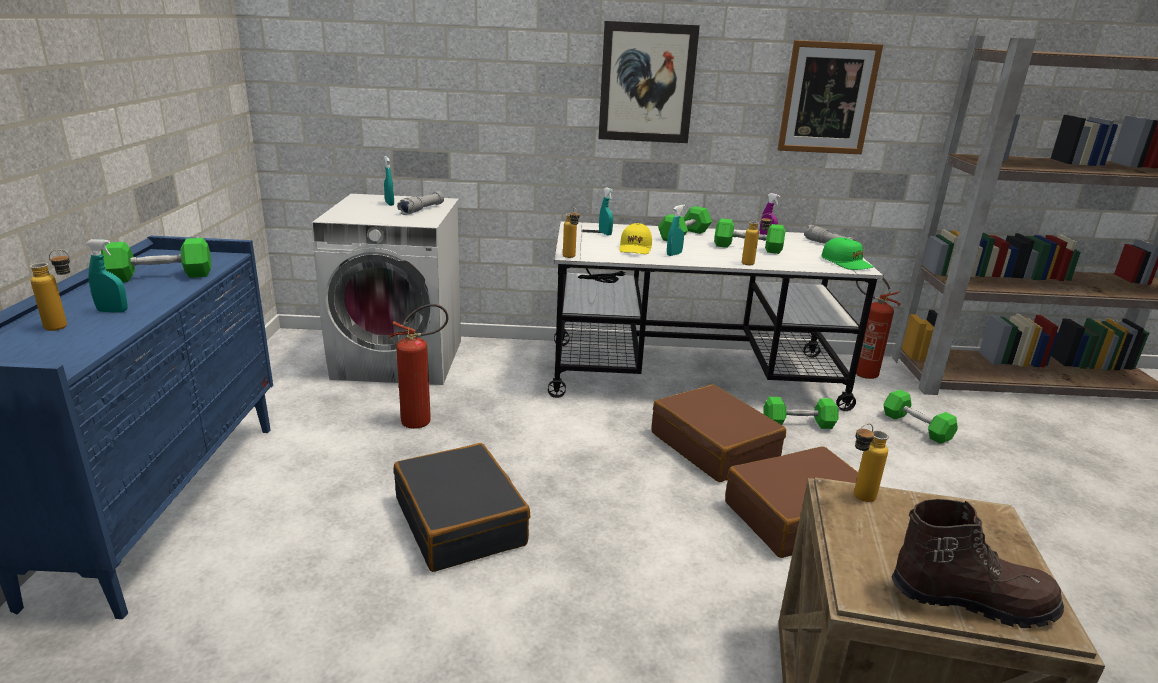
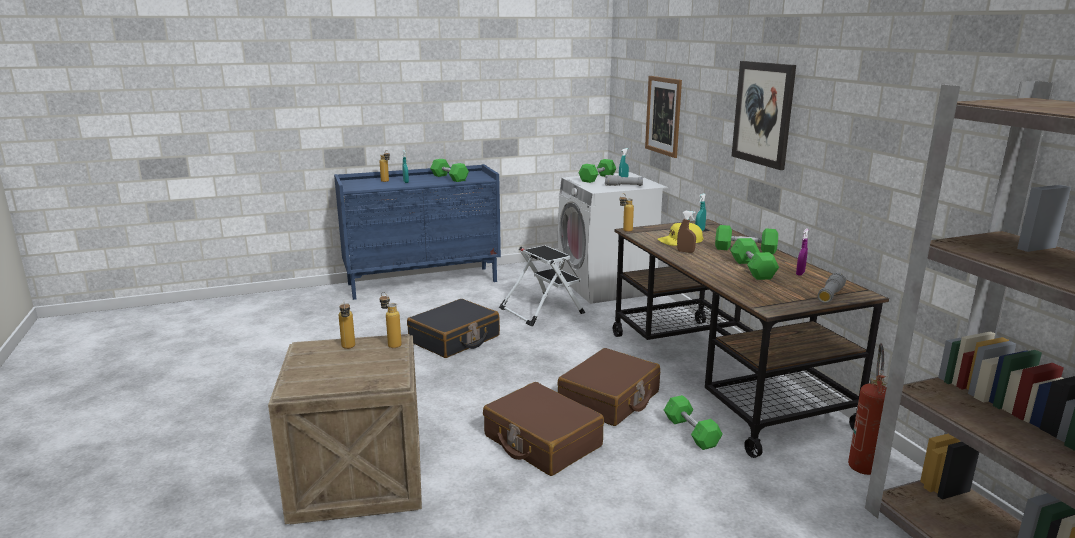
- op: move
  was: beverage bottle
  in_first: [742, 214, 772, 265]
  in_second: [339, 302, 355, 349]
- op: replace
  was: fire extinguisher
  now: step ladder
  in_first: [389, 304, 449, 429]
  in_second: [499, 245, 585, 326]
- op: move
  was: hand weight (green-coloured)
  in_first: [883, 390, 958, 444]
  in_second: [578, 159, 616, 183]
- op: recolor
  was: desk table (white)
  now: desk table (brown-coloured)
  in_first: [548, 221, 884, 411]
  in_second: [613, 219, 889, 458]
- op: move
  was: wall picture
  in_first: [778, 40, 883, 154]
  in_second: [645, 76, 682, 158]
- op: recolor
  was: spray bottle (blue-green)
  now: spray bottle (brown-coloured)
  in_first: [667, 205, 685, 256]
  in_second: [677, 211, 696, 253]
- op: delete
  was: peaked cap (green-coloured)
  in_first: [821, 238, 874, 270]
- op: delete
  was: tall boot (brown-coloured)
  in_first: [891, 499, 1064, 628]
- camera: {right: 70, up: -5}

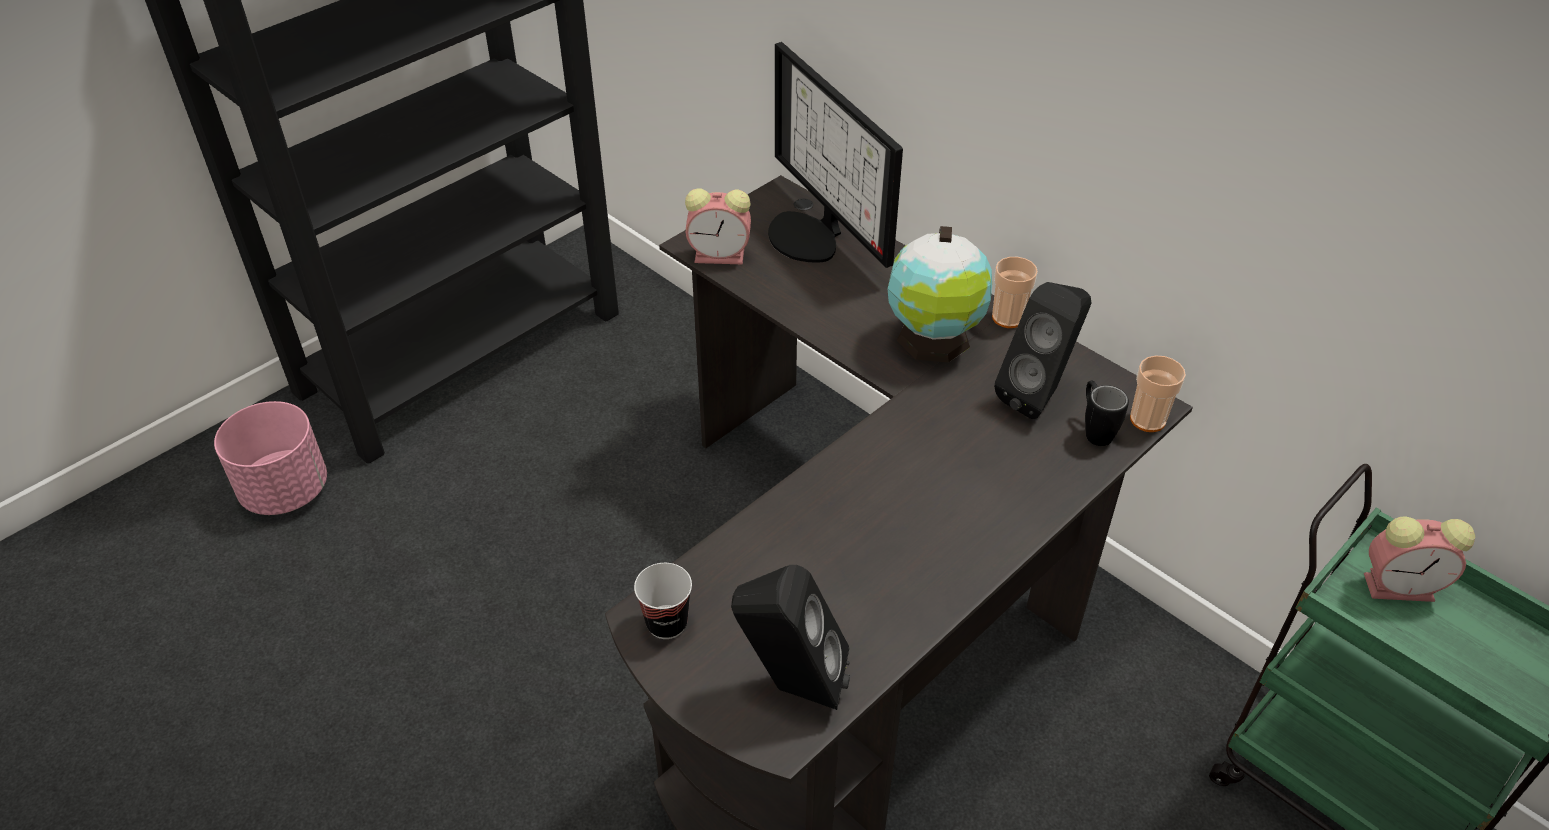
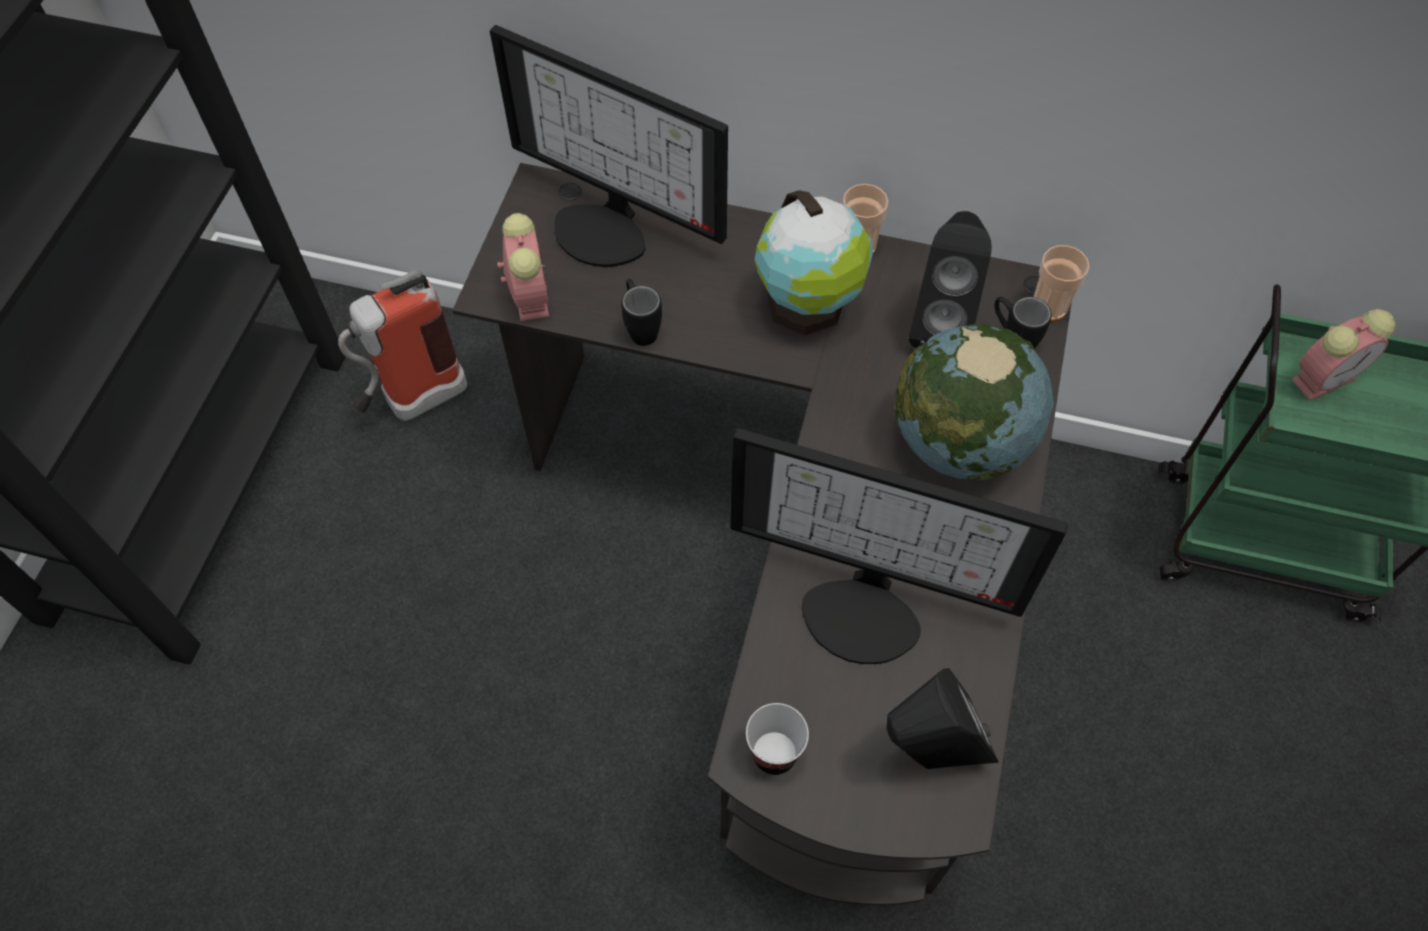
- op: insert
  now: fire extinguisher
  in_second: [338, 270, 467, 421]
- op: rotate
  was: alarm clock
  in_first: [685, 188, 751, 264]
  in_second: [497, 213, 549, 321]
  clockwise: -75
- op: insert
  now: mug (black)
  in_second: [621, 279, 662, 346]
- op: insert
  now: computer display
  in_second: [730, 428, 1068, 664]
- op: insert
  now: world globe
  in_second: [895, 324, 1054, 480]
- op: delete
  was: plant pot (pinkish)
  in_first: [214, 401, 327, 515]
- camera: {right: -30, up: 15}

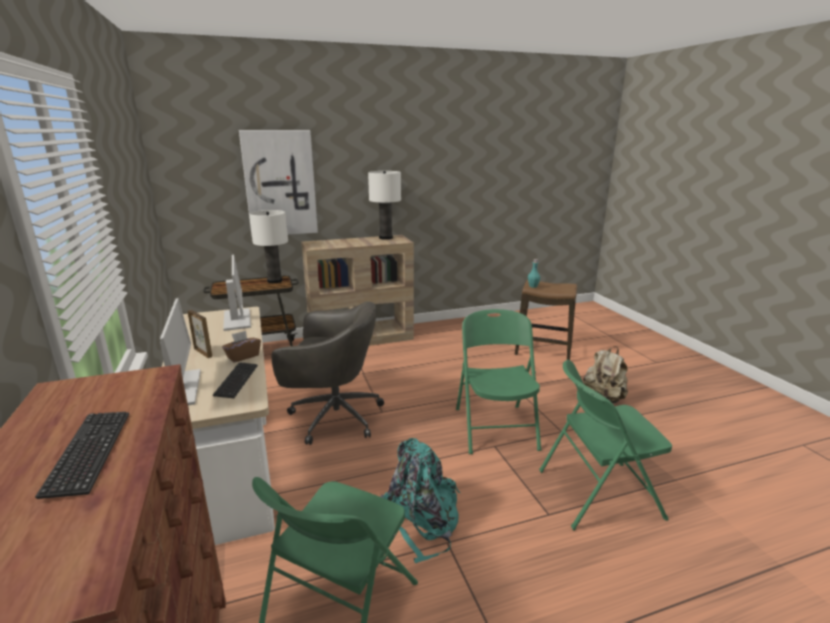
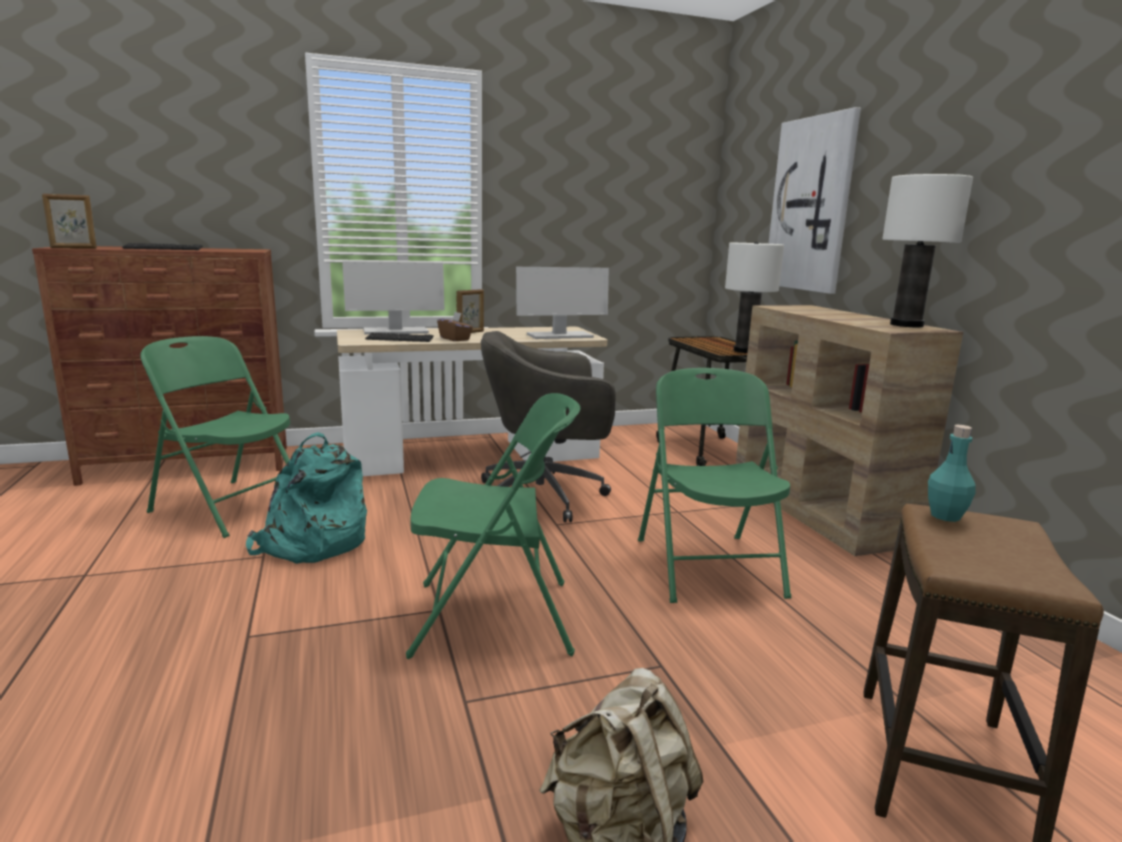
- op: insert
  now: picture frame
  in_second: [42, 194, 97, 249]
- op: rotate
  was: desk chair (grey)
  in_first: [271, 301, 384, 445]
  in_second: [481, 331, 616, 522]
  clockwise: 75
- op: move
  was: upright chair (green-coloured)
  in_first: [539, 360, 672, 531]
  in_second: [638, 368, 792, 603]
- camera: {right: 90, up: -5}

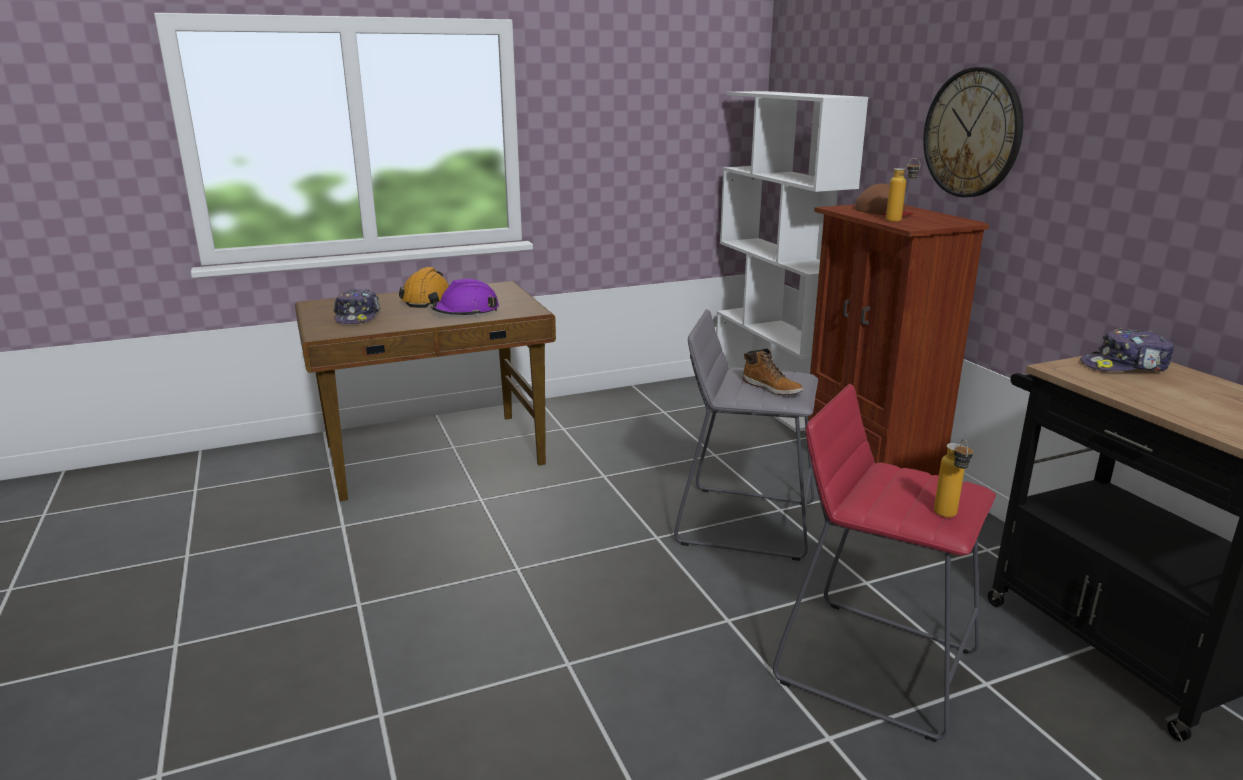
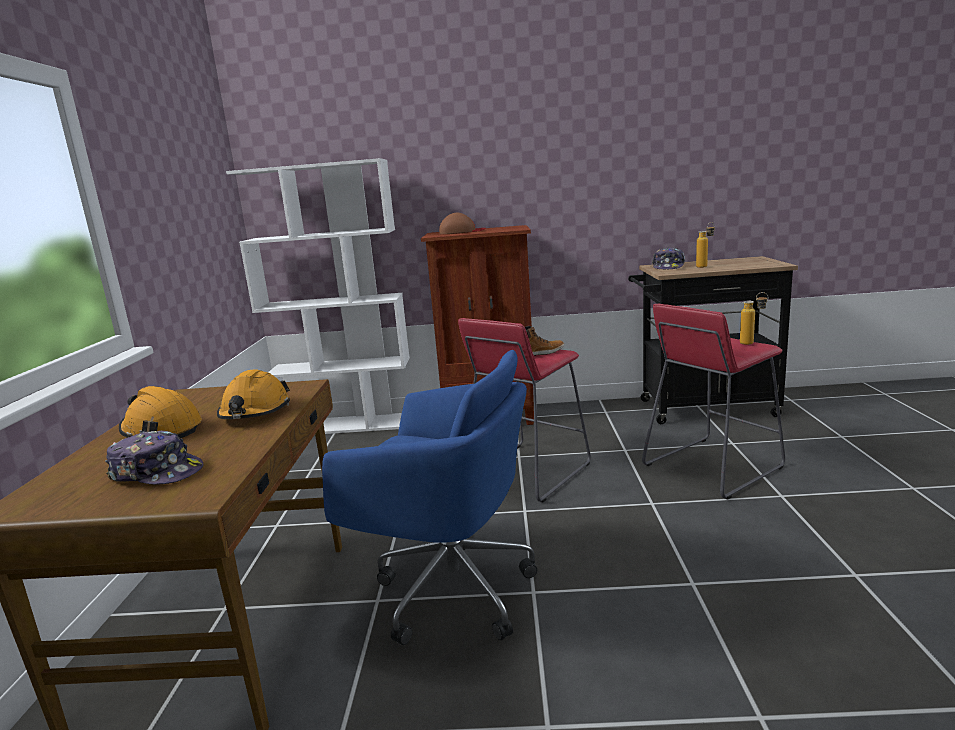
- op: recolor
  was: hard hat (purple)
  now: hard hat (orange)
  in_first: [428, 279, 499, 316]
  in_second: [217, 369, 290, 419]
- op: insert
  now: desk chair (bluish)
  in_second: [322, 350, 537, 645]
- op: recolor
  was: sitting stool (grey)
  now: sitting stool (red-coloured)
  in_first: [674, 309, 818, 561]
  in_second: [458, 318, 591, 502]
- op: move
  was: beverage bottle
  in_first: [886, 158, 920, 222]
  in_second: [696, 222, 715, 268]
- op: delete
  was: wall clock
  in_first: [923, 67, 1023, 197]
- camera: {right: -65, up: -5}

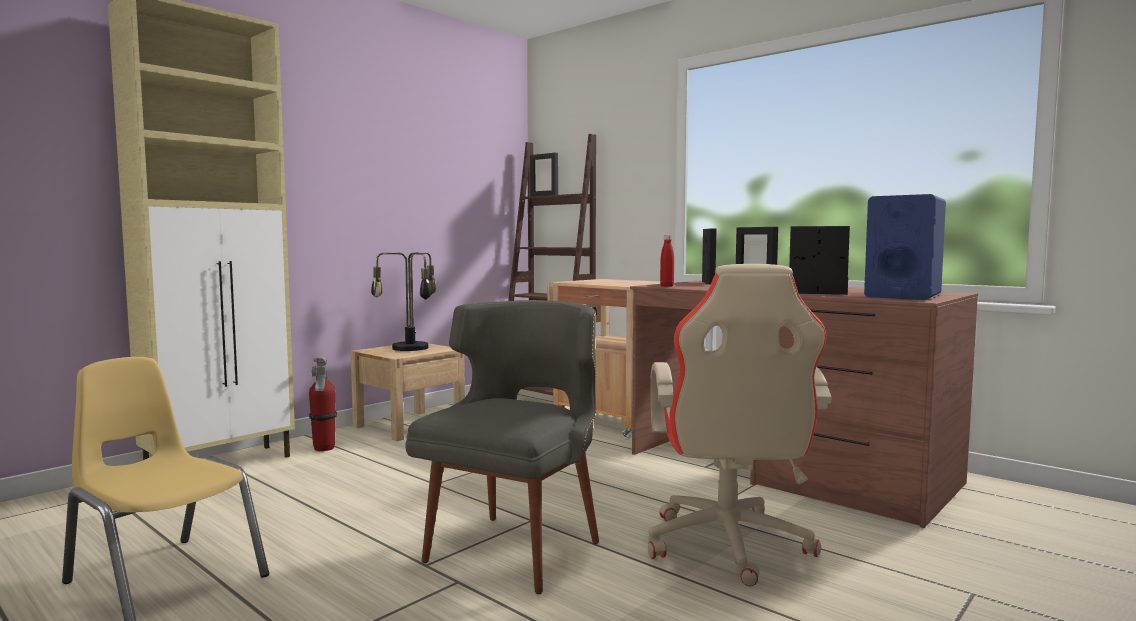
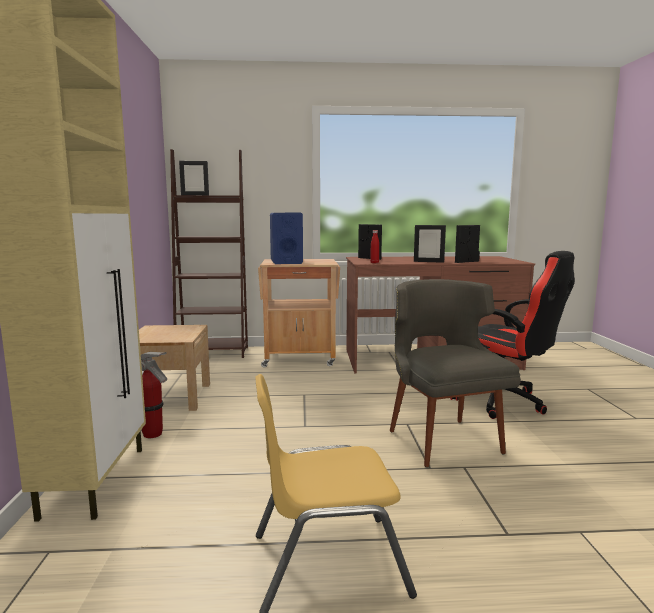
- op: move
  was: loudspeaker (bluish)
  in_first: [864, 194, 946, 300]
  in_second: [270, 213, 303, 264]
- op: recolor
  was: desk chair (sand-coloured)
  now: desk chair (black)
  in_first: [648, 264, 831, 586]
  in_second: [450, 251, 575, 419]
- op: delete
  was: tabletop lamp
  in_first: [371, 252, 436, 351]
- camera: {right: -45, up: 5}

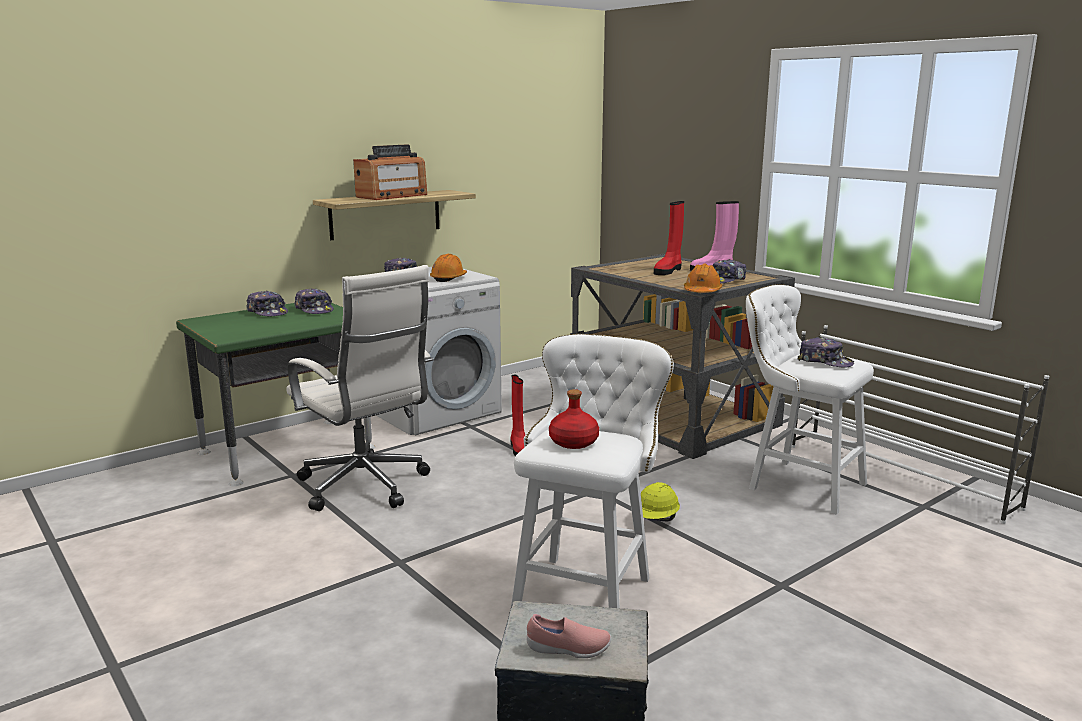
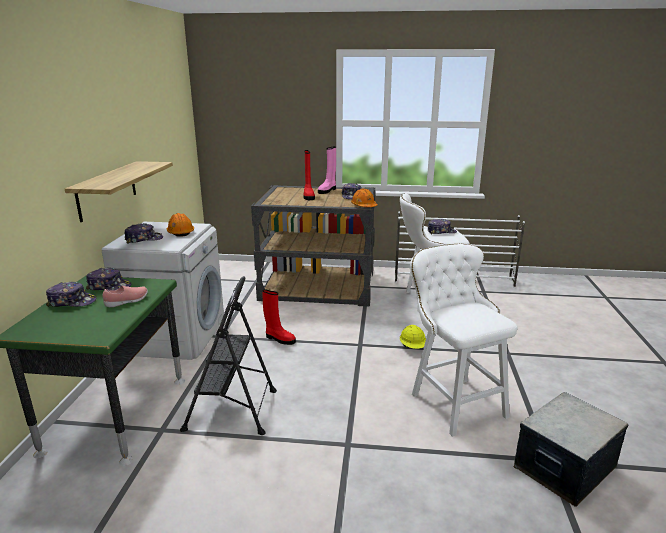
- op: move
  was: item of footwear (pinkish)
  in_first: [527, 614, 611, 658]
  in_second: [102, 286, 148, 307]
- op: replace
  was: desk chair (white)
  now: step ladder (black)
  in_first: [286, 265, 433, 511]
  in_second: [180, 276, 277, 435]
- op: delete
  was: radio set
  in_first: [353, 144, 427, 200]
- op: delete
  was: beverage bottle (red-coloured)
  in_first: [549, 389, 599, 449]
- camera: {right: -45, up: 5}

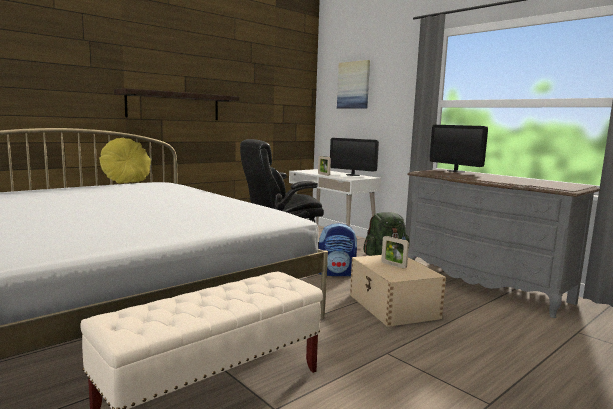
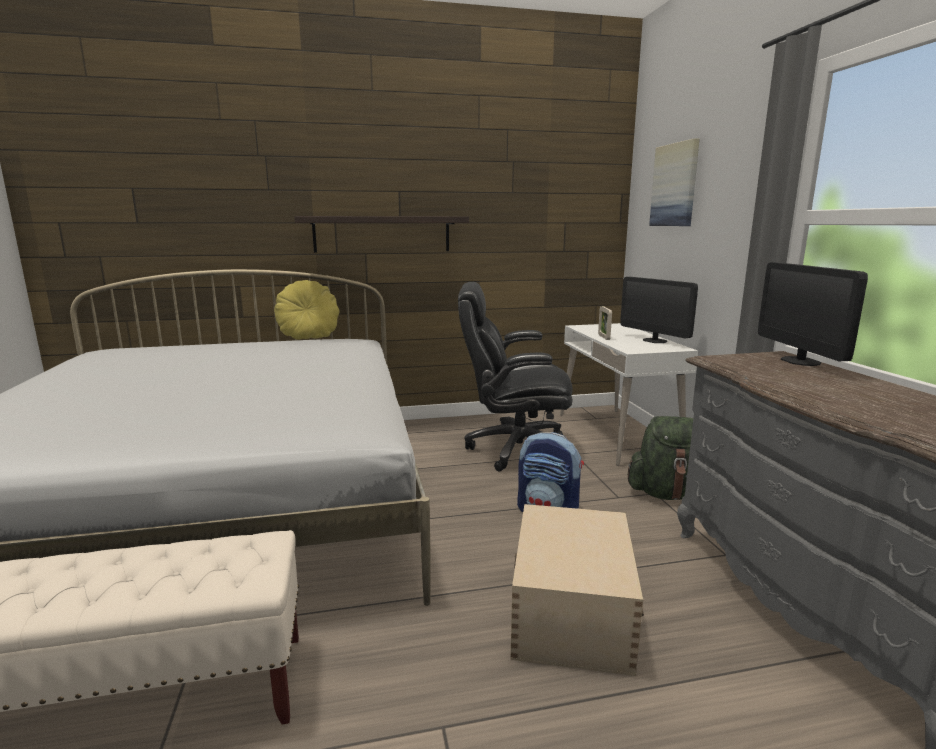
- op: delete
  was: picture frame
  in_first: [381, 236, 409, 269]
- camera: {right: 30, up: 5}

